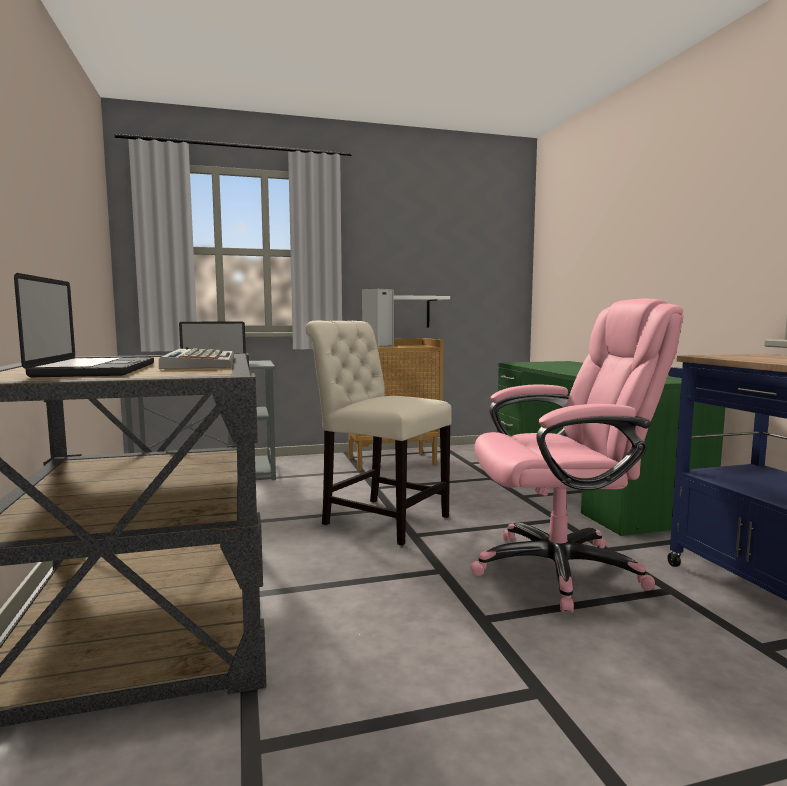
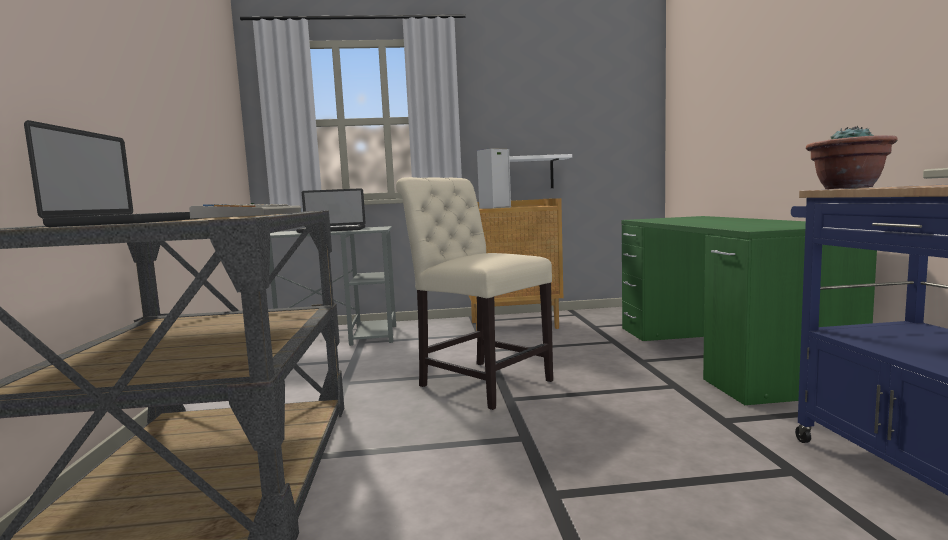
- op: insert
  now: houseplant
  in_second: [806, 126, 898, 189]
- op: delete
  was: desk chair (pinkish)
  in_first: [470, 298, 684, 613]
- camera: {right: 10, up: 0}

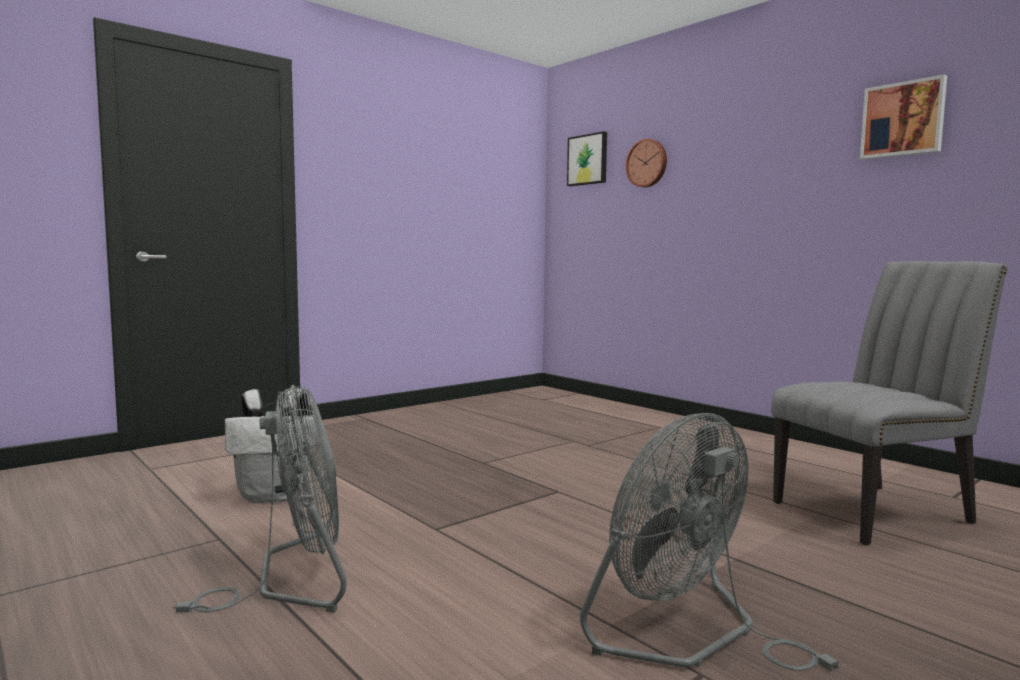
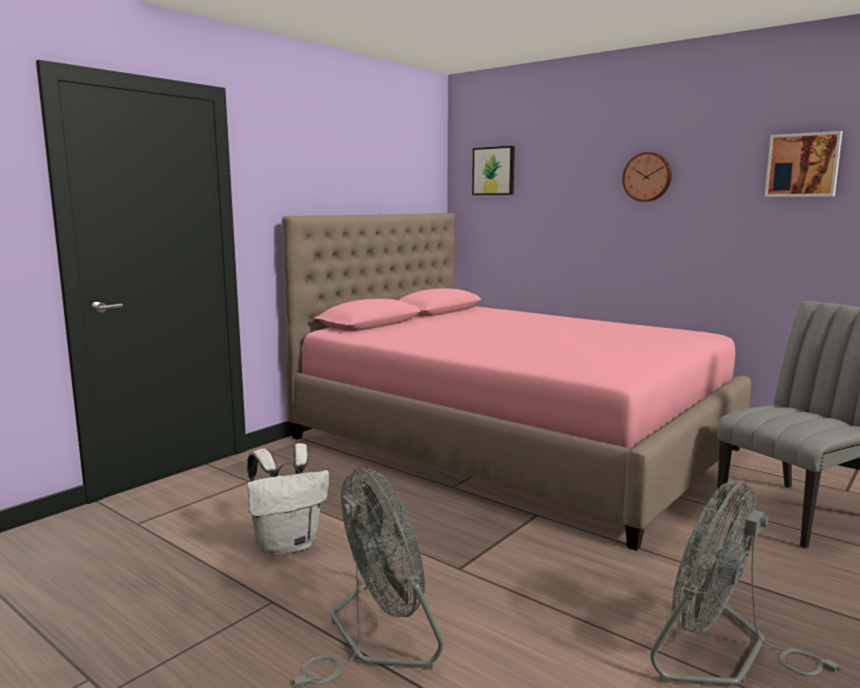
- op: insert
  now: bedroom bed (pinkish)
  in_second: [281, 213, 751, 551]
- op: move
  was: wall clock
  in_first: [625, 139, 667, 187]
  in_second: [622, 152, 672, 202]
- camera: {right: -10, up: 5}

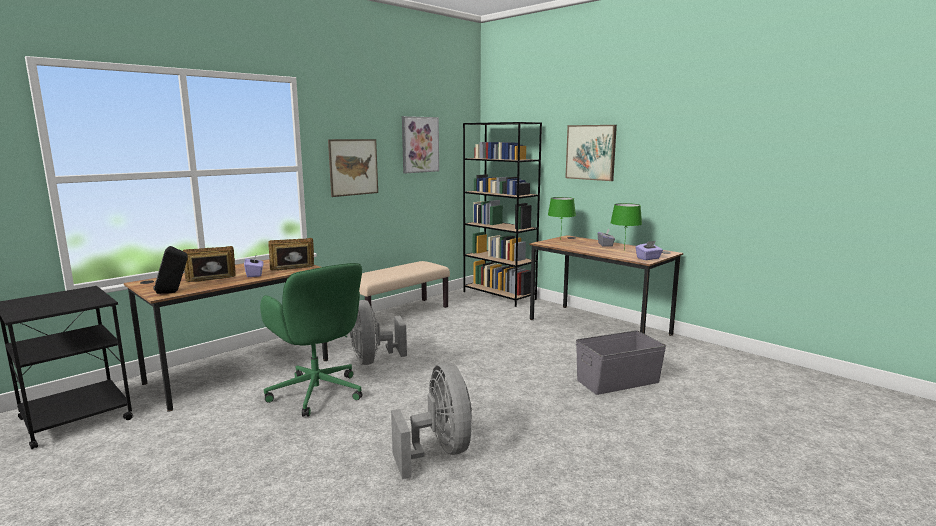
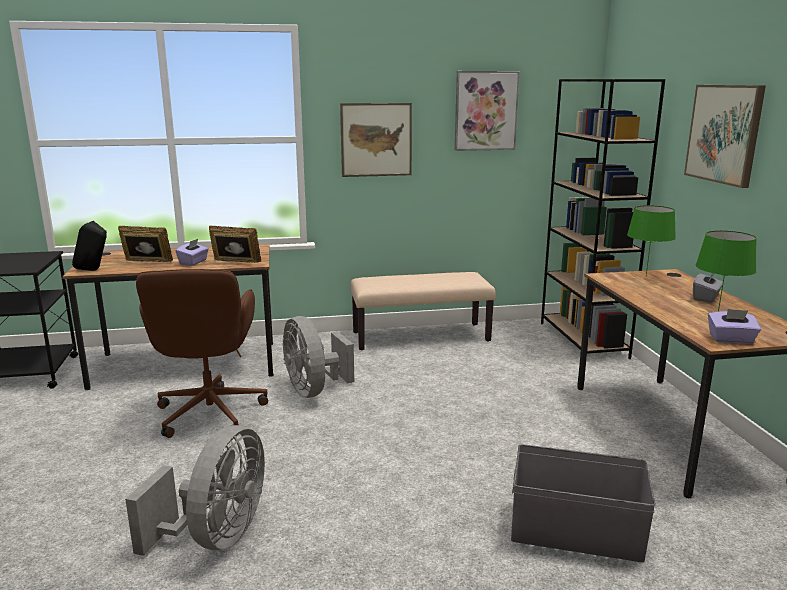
- op: recolor
  was: desk chair (green-coloured)
  now: desk chair (brown-coloured)
  in_first: [260, 263, 363, 417]
  in_second: [136, 269, 268, 438]
- op: rotate
  was: fan (grey)
  in_first: [350, 300, 407, 365]
  in_second: [282, 316, 354, 398]
  clockwise: -45
- camera: {right: 35, up: 5}

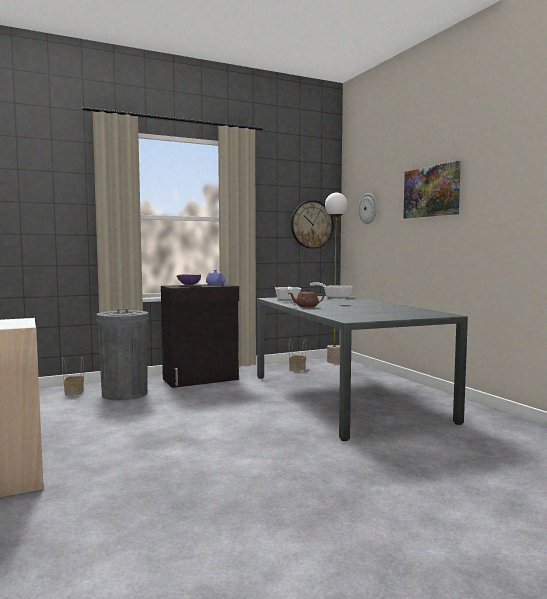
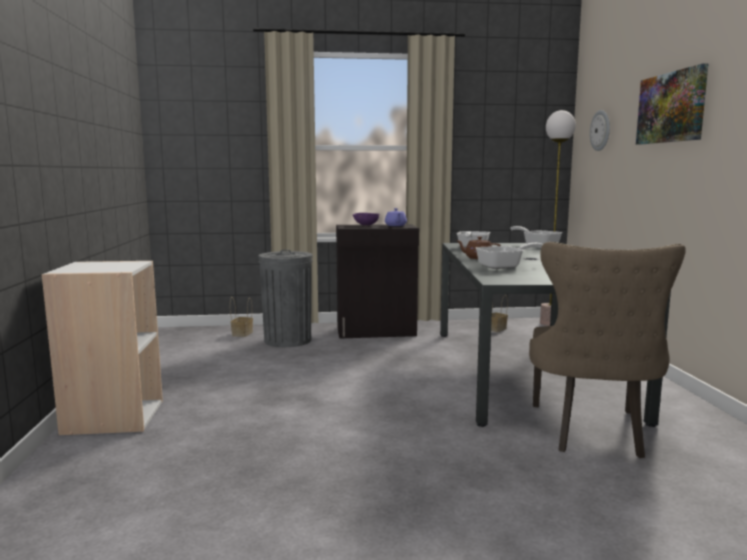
- op: insert
  now: frying pan
  in_second: [476, 243, 543, 269]
- op: insert
  now: upright chair (sand-coloured)
  in_second: [529, 242, 686, 458]
- op: delete
  was: wall clock
  in_first: [291, 200, 334, 249]
- camera: {right: 20, up: 5}

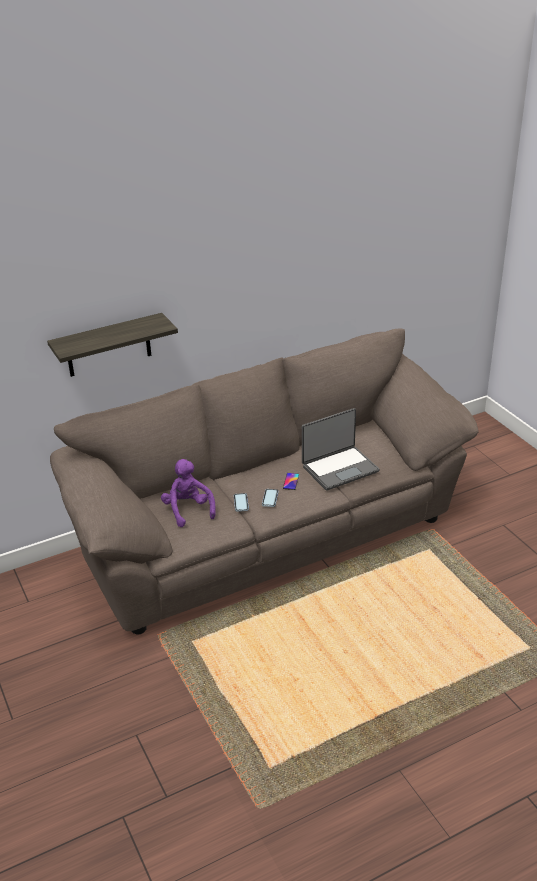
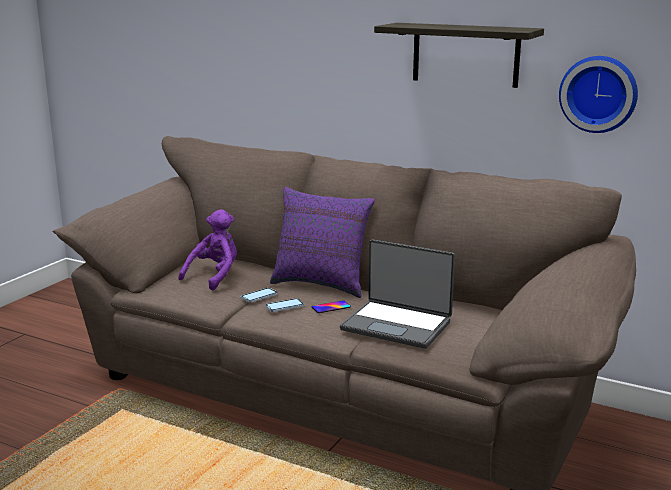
- op: insert
  now: cushion (purple)
  in_second: [270, 187, 375, 298]
- op: move
  was: wall shelf
  in_first: [47, 313, 178, 377]
  in_second: [374, 23, 544, 88]
- op: insert
  now: wall clock
  in_second: [559, 56, 638, 133]
- camera: {right: 55, up: -15}

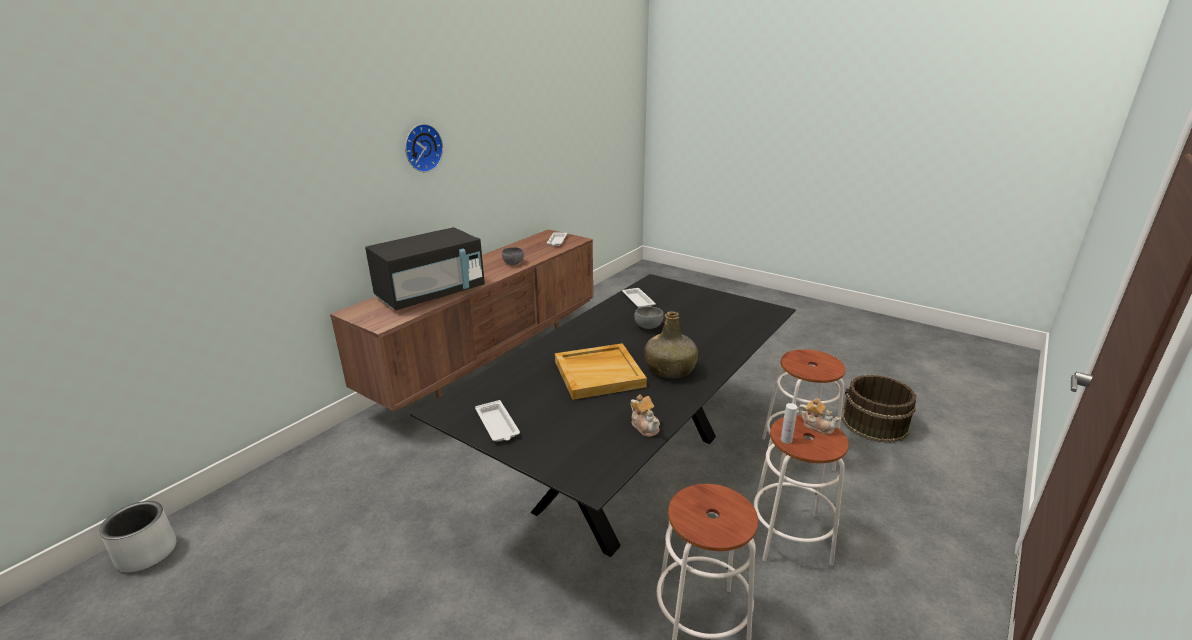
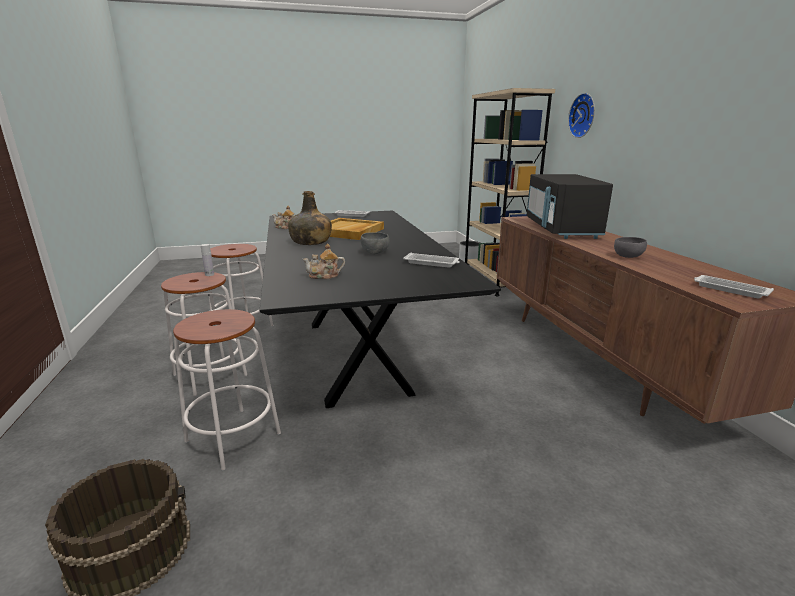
- op: move
  was: tea pot
  in_first: [798, 398, 841, 435]
  in_second: [303, 244, 345, 279]
- op: insert
  now: bookshelf (sand-coloured)
  in_second: [465, 88, 555, 296]
- op: move
  was: wall clock
  in_first: [405, 124, 443, 173]
  in_second: [568, 93, 595, 138]
- camera: {right: 130, up: -5}

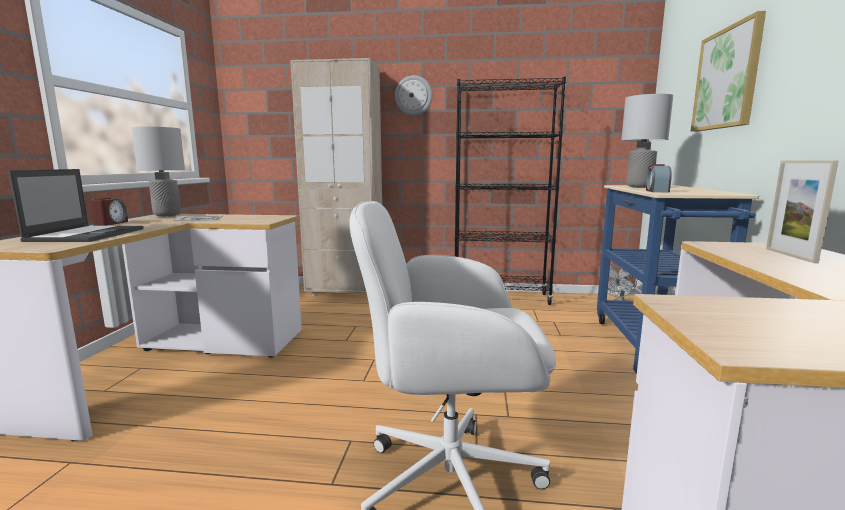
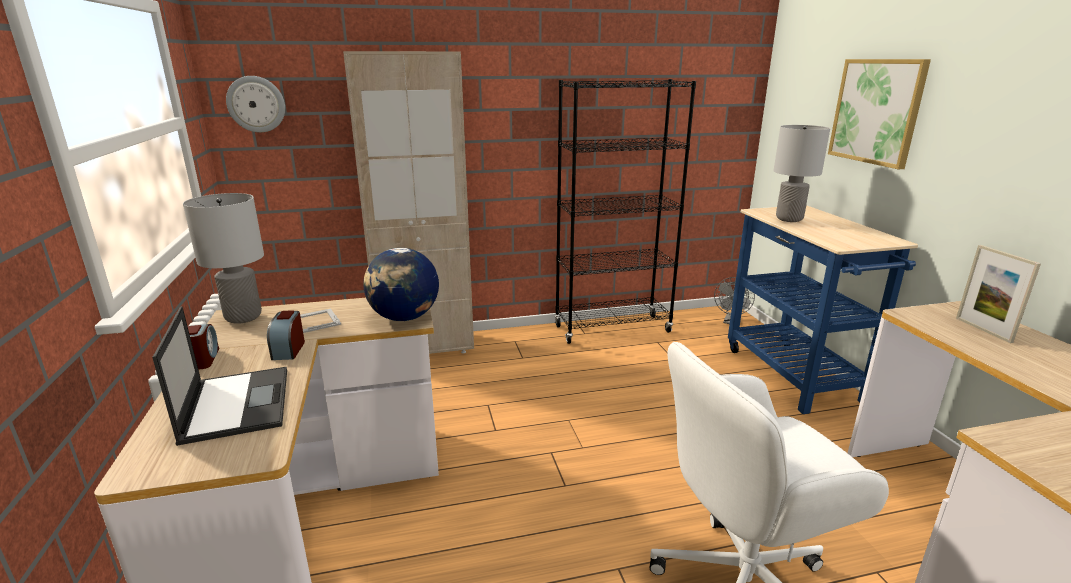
- op: move
  was: wall clock
  in_first: [395, 75, 432, 115]
  in_second: [226, 76, 285, 132]
- op: move
  was: alarm clock
  in_first: [646, 164, 672, 192]
  in_second: [267, 310, 305, 360]
- op: insert
  now: world globe
  in_second: [364, 248, 439, 321]
- camera: {right: -20, up: 10}

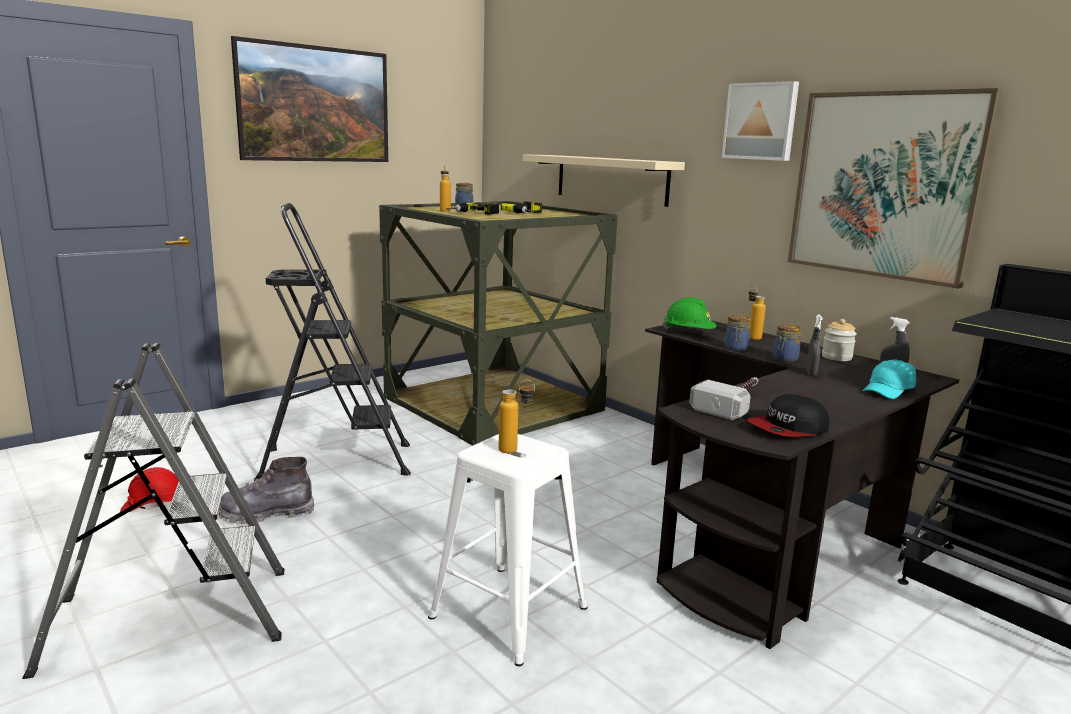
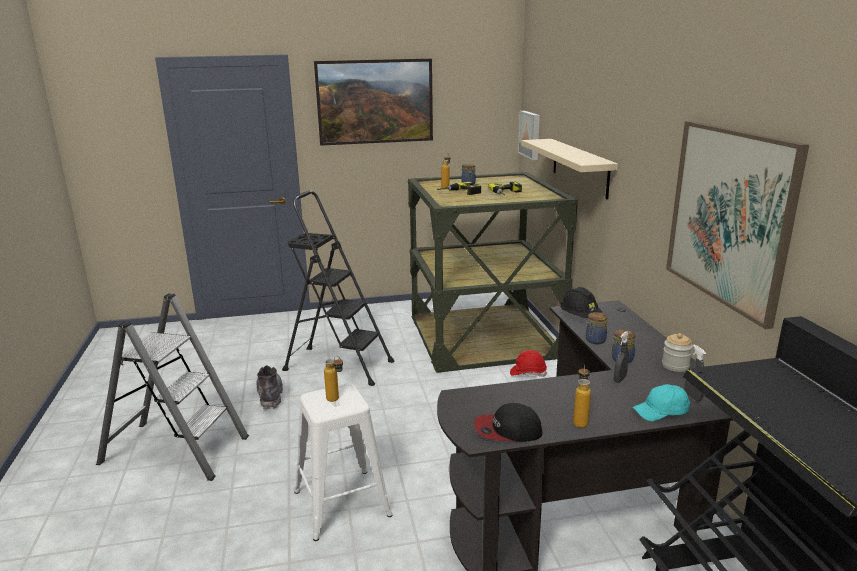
- op: rotate
  was: tall boot (grey)
  in_first: [218, 457, 314, 524]
  in_second: [256, 365, 283, 410]
  clockwise: 60
- op: move
  was: hard hat (red-coloured)
  in_first: [120, 467, 179, 512]
  in_second: [510, 350, 547, 377]
- op: move
  was: wall picture
  in_first: [722, 81, 799, 161]
  in_second: [518, 111, 540, 160]
- op: recolor
  was: hard hat (green-coloured)
  now: hard hat (black)
  in_first: [663, 297, 717, 330]
  in_second: [560, 287, 602, 318]
- op: move
  was: beverage bottle
  in_first: [749, 285, 766, 340]
  in_second: [573, 364, 591, 428]
- op: delete
  was: hammer
  in_first: [690, 377, 758, 420]
- camera: {right: 30, up: 5}

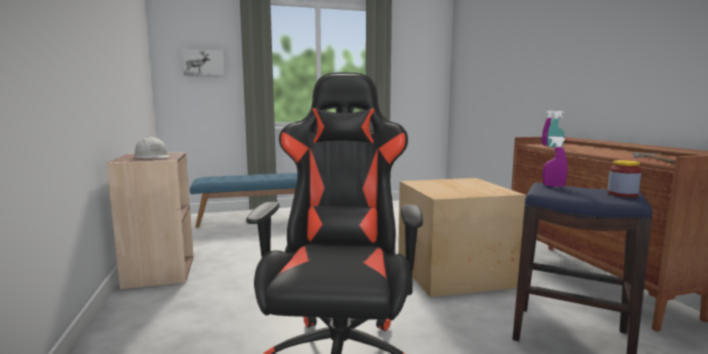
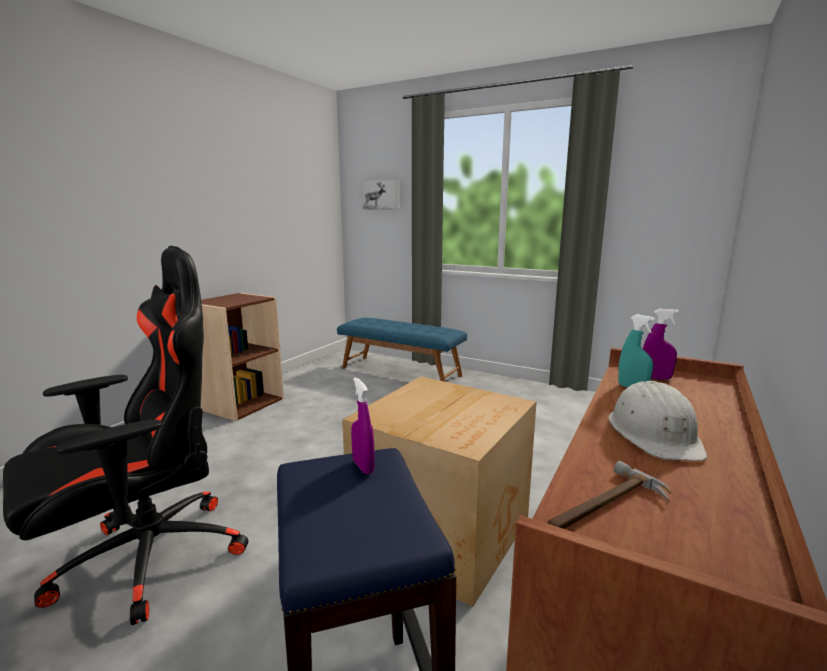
- op: move
  was: hard hat (white)
  in_first: [133, 137, 170, 159]
  in_second: [609, 381, 707, 461]
- op: delete
  was: jar
  in_first: [607, 160, 641, 197]
- camera: {right: 45, up: 5}

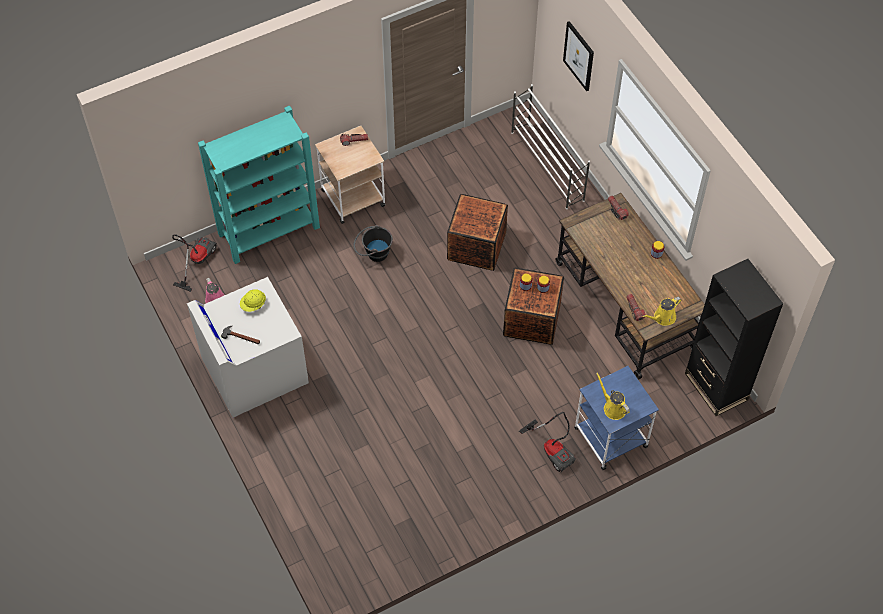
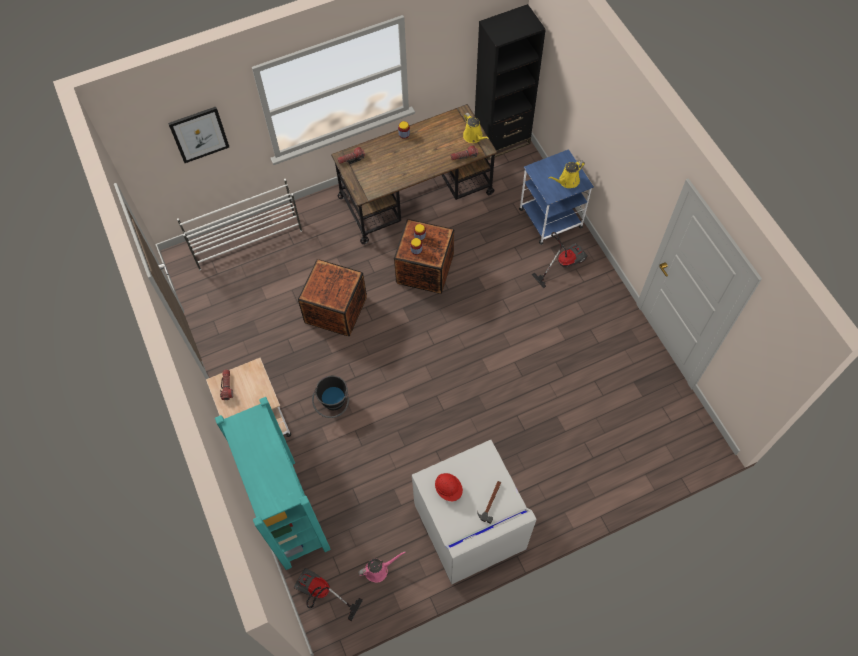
- op: recolor
  was: hard hat (yellow)
  now: hard hat (red-coloured)
  in_first: [240, 289, 266, 312]
  in_second: [435, 473, 463, 501]
- camera: {right: -85, up: 5}

